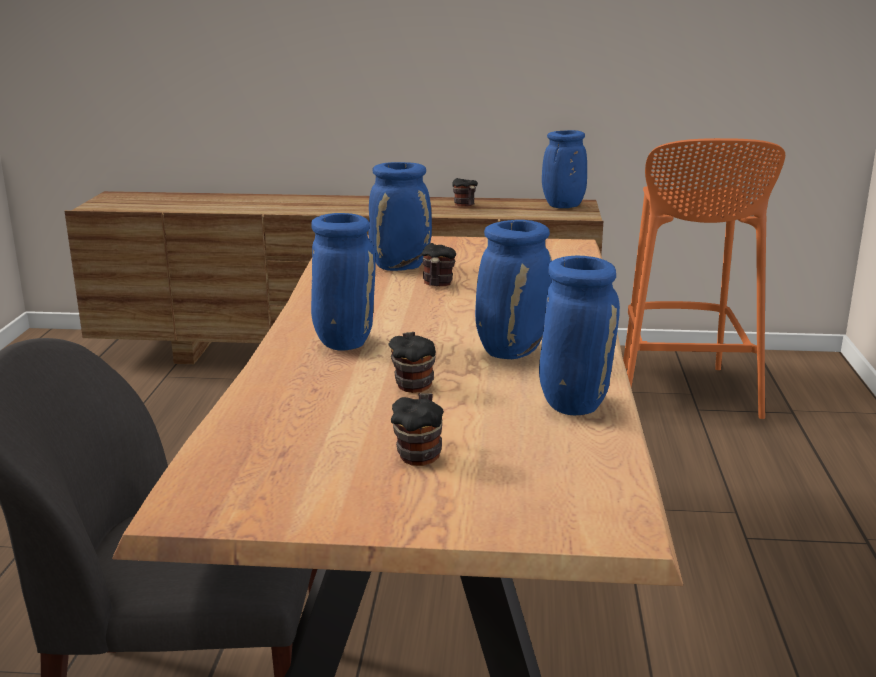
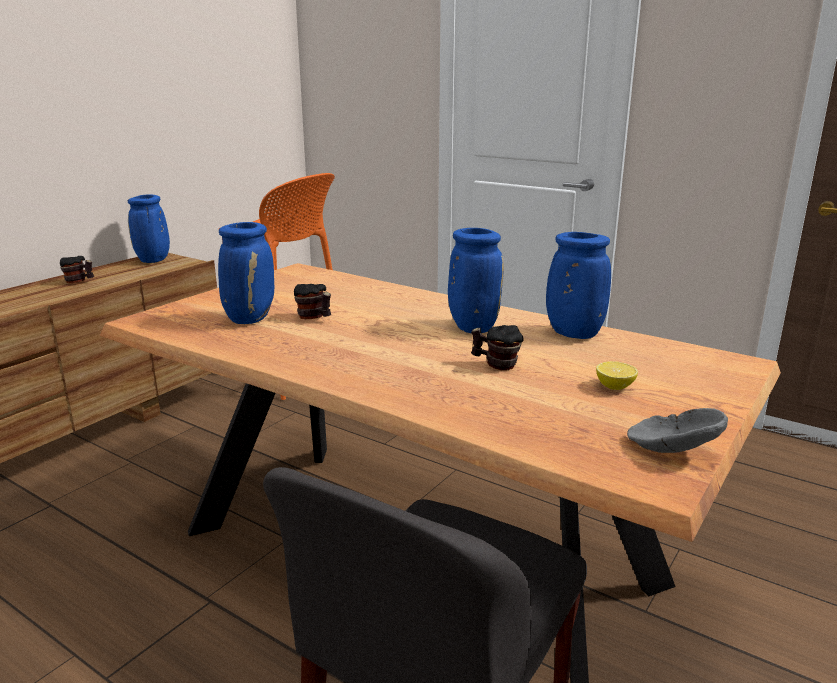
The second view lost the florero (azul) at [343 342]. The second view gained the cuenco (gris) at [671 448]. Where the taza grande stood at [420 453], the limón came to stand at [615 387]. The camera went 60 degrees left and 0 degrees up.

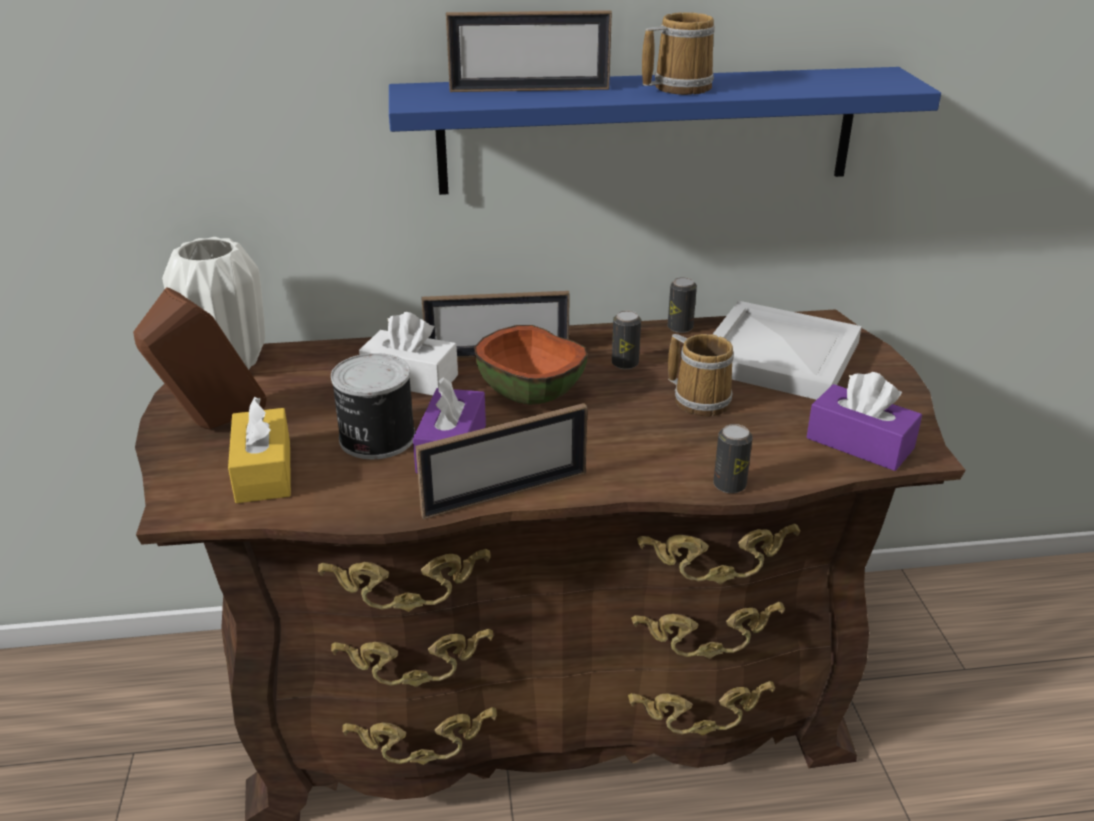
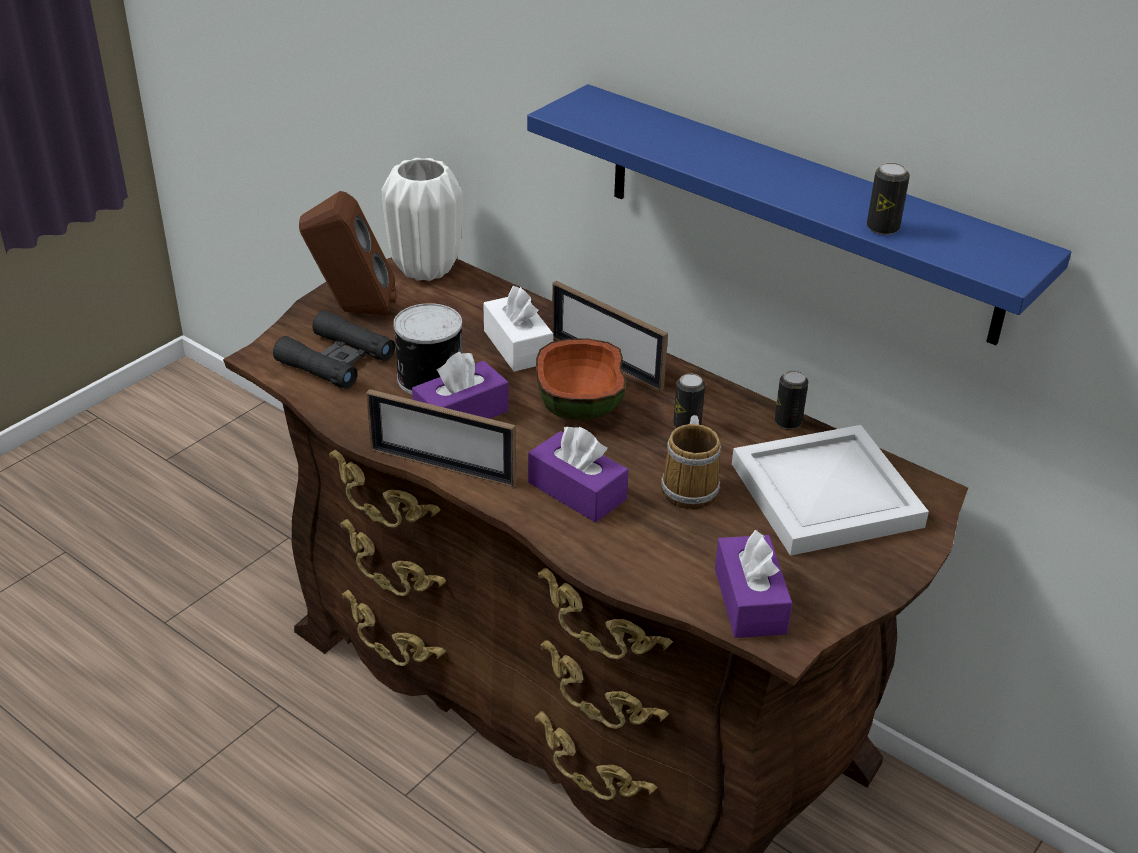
The second view lost the portarretratos at [529 90]. The second view lost the taza grande at [678 87]. The second view gained the caja de pañuelos (morado) at [577 491]. The lata ended up elsewhere, having gone from [729 485] to [882 228]. Where the caja de pañuelos (amarillo) stood at [263 471], the prismáticos (negro) came to stand at [336 360]. The camera went 45 degrees right and 5 degrees up.

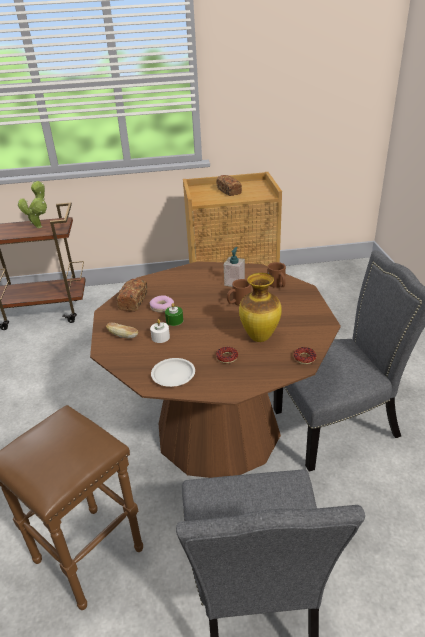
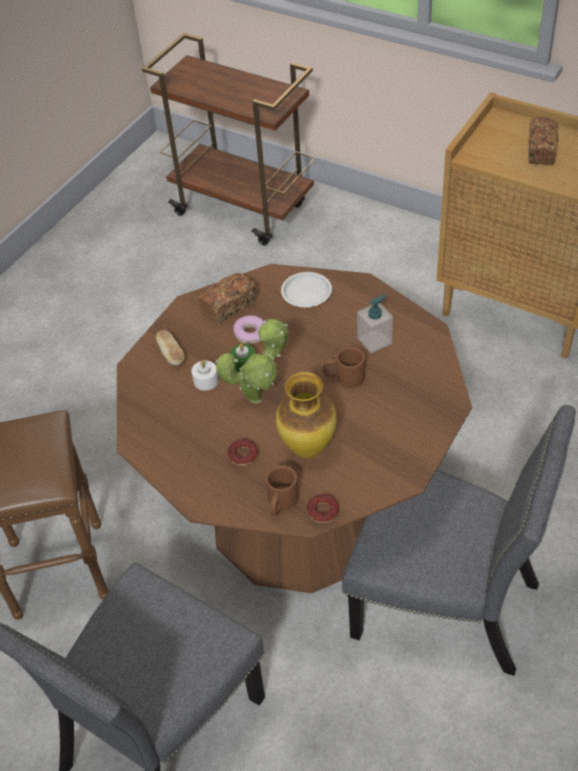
The planta en maceta ended up elsewhere, having gone from [40 226] to [259 396]. The plato (blanco) ended up elsewhere, having gone from [173 374] to [306 292]. The taza grande (marrón) ended up elsewhere, having gone from [278 285] to [281 503]. The camera went 40 degrees right and 15 degrees up.

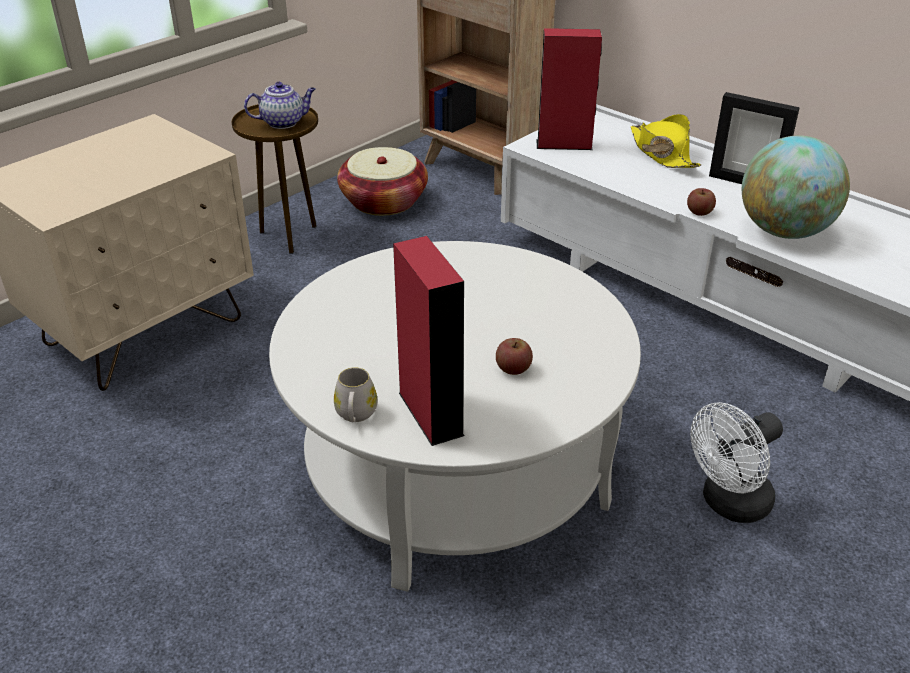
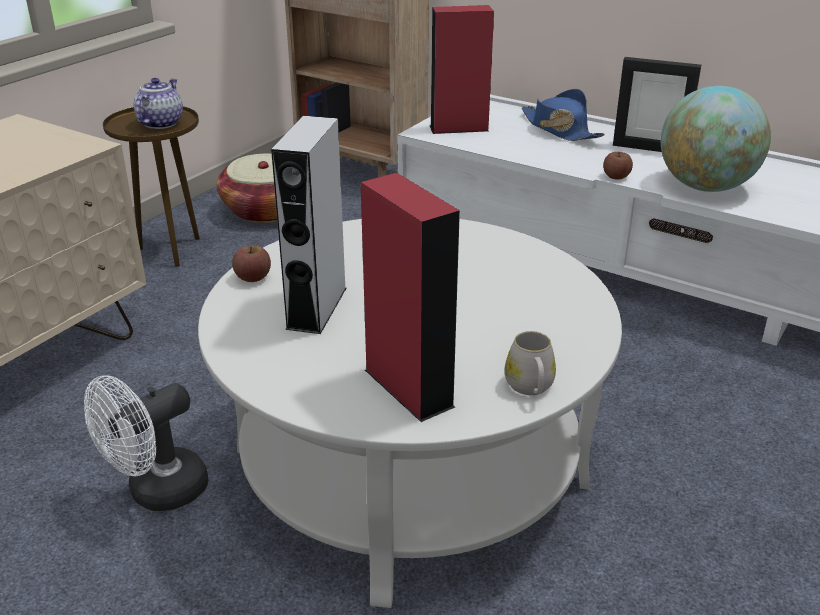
The second view gained the altavoz (gris) at [317 308]. The taza grande (blanco) ended up elsewhere, having gone from [355 415] to [530 388]. The manzana ended up elsewhere, having gone from [513 368] to [253 277]. The ventilador (blanco) ended up elsewhere, having gone from [729 504] to [157 492]. What was the sombrero (amarillo) at [662 153] turned into the sombrero (azul) at [559 129]. The tetera at [283 122] ended up facing another way, 45 degrees counterclockwise from before. The camera went 10 degrees left and 5 degrees down.

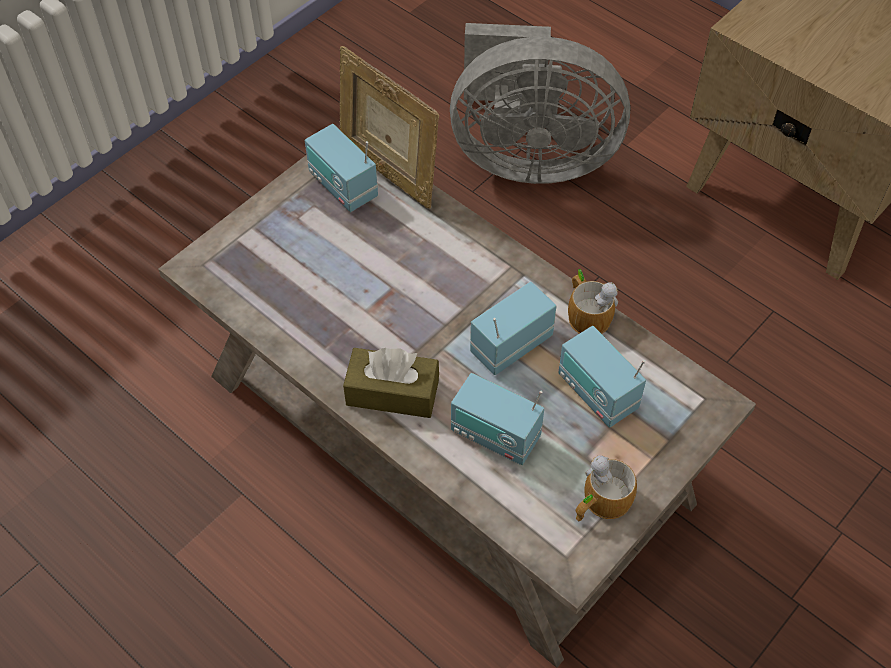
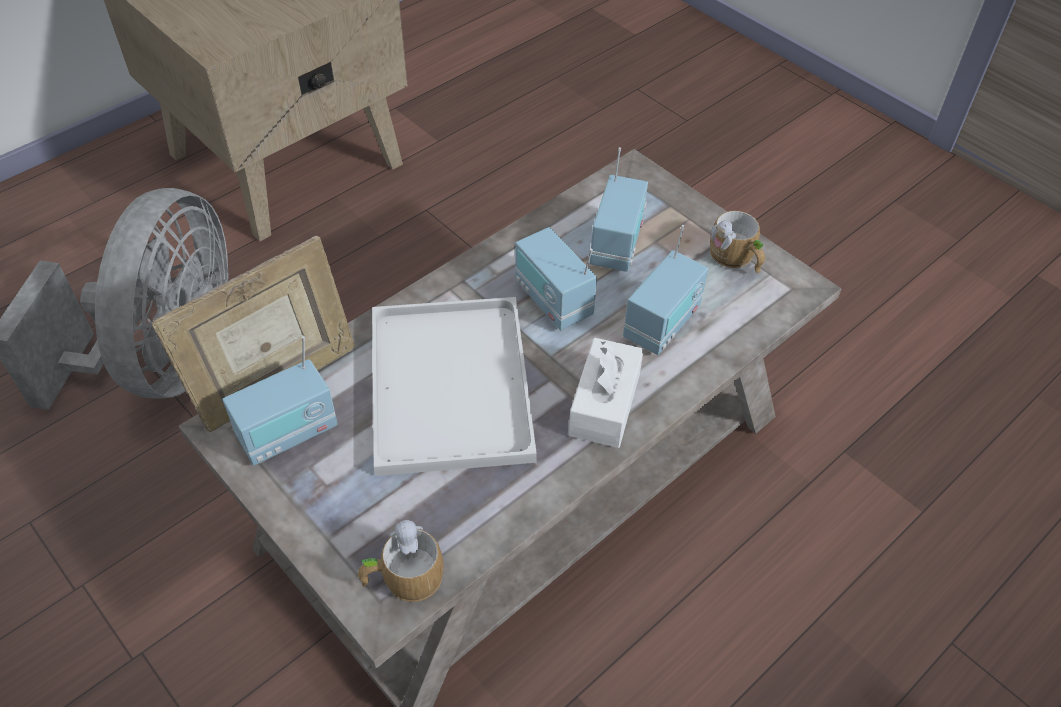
The second view gained the bandeja (blanco) at [453 388]. The taza grande ended up elsewhere, having gone from [587 312] to [402 577]. What was the caja de pañuelos (marrón) at [392 392] turned into the caja de pañuelos (blanco) at [604 404]. The radio at [596 393] ended up facing another way, 45 degrees counterclockwise from before. The camera went 85 degrees left and 5 degrees down.

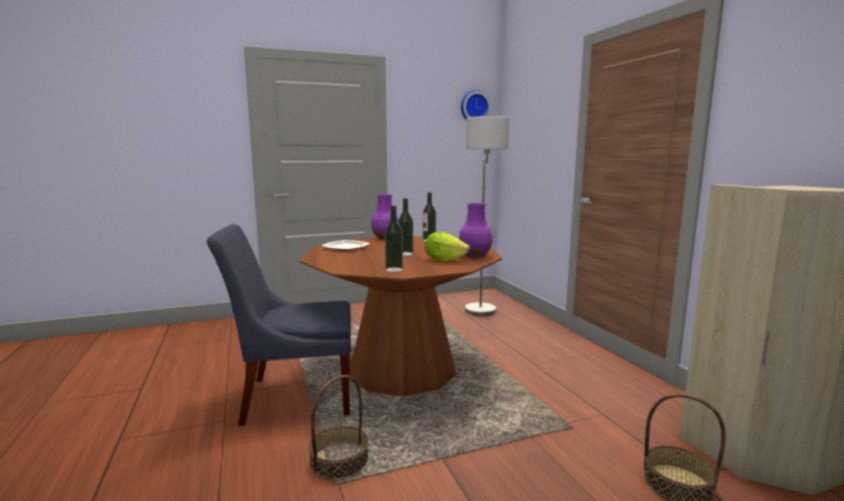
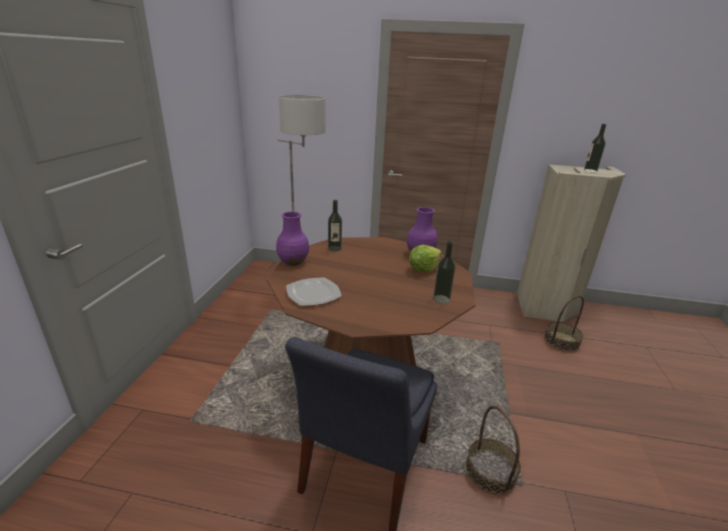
The second view lost the reloj de pared at [474 107]. The botella ended up elsewhere, having gone from [405 254] to [590 170]. The camera went 60 degrees left and 15 degrees up.

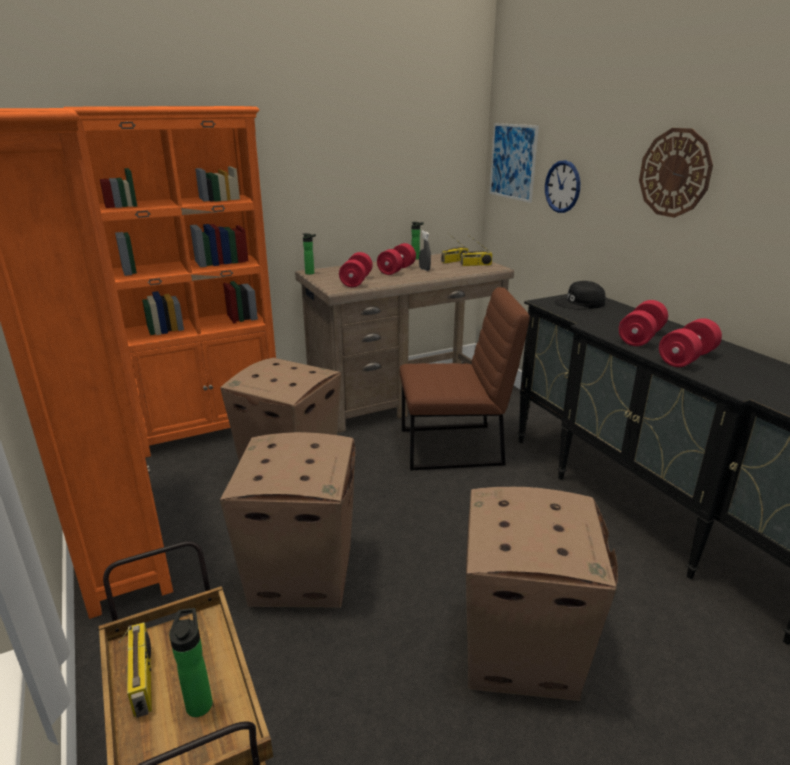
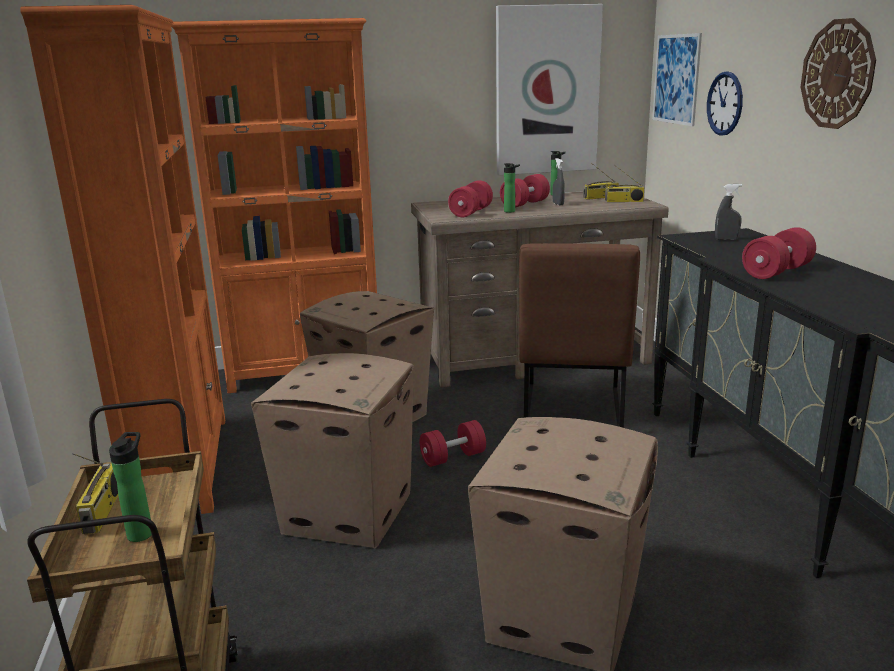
The second view gained the cuadro at [546 91]. The botella ended up elsewhere, having gone from [311 273] to [511 211]. The mancuerna (rojo) ended up elsewhere, having gone from [686 358] to [453 457]. Where the gorra (negro) stood at [580 303], the pulverizador (gris) came to stand at [726 239]. The silla (marrón) at [454 447] ended up facing another way, 90 degrees clockwise from before. The camera went 15 degrees right and 5 degrees down.

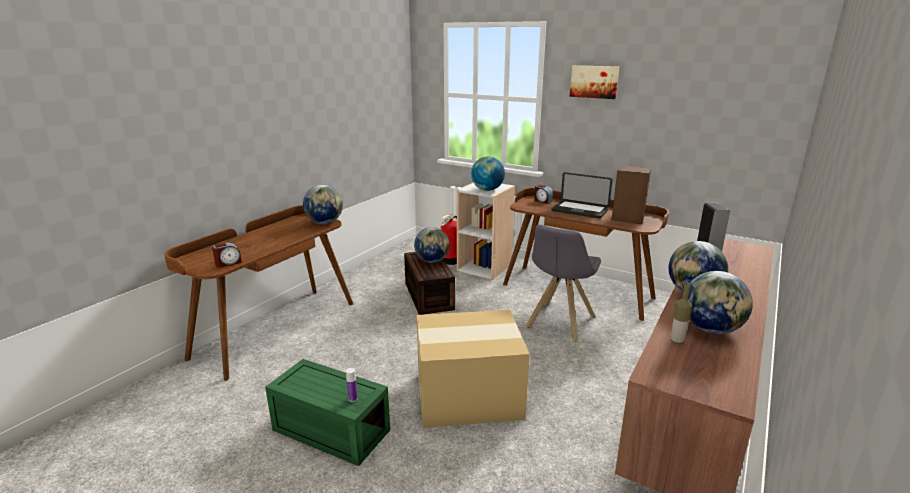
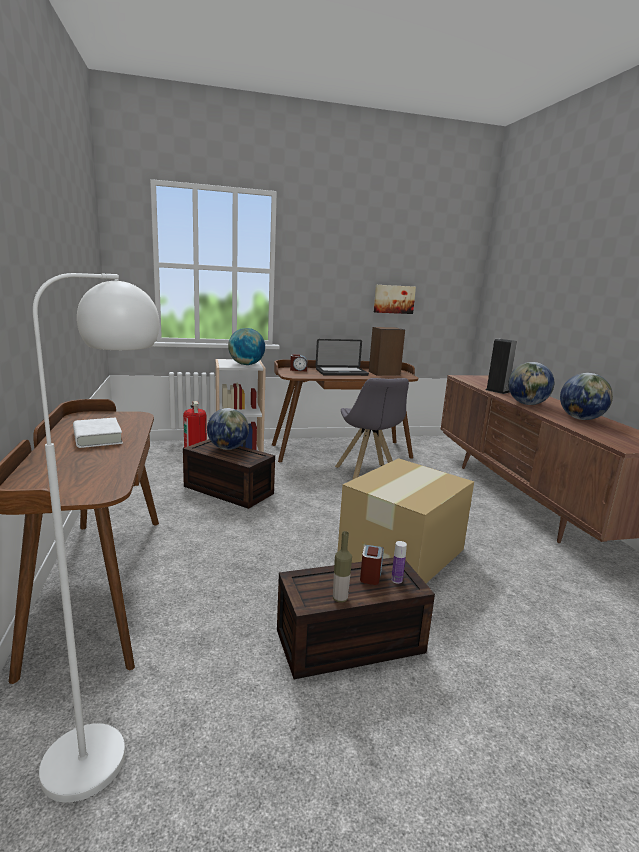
The second view lost the globo terráqueo at [325 223]. The second view gained the lámpara de pie (blanco) at [108 749]. The second view gained the libro (blanco) at [97 438]. The despertador ended up elsewhere, having gone from [228 263] to [371 574]. The cuadro ended up elsewhere, having gone from [594 81] to [394 299]. The botella ended up elsewhere, having gone from [677 341] to [340 598]. What was the caja de almacenaje (verde) at [328 430] turned into the caja de almacenaje (marrón) at [348 643]. The camera went 45 degrees left and 5 degrees down.

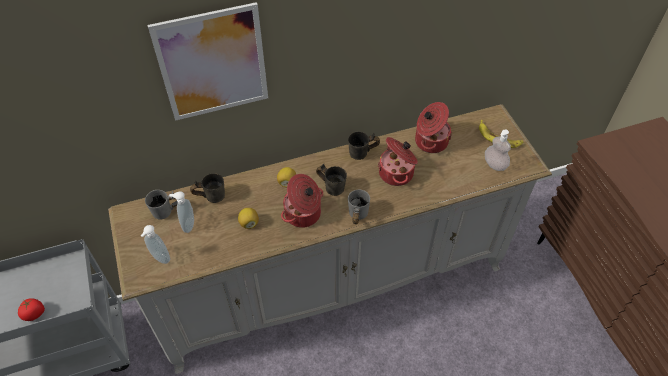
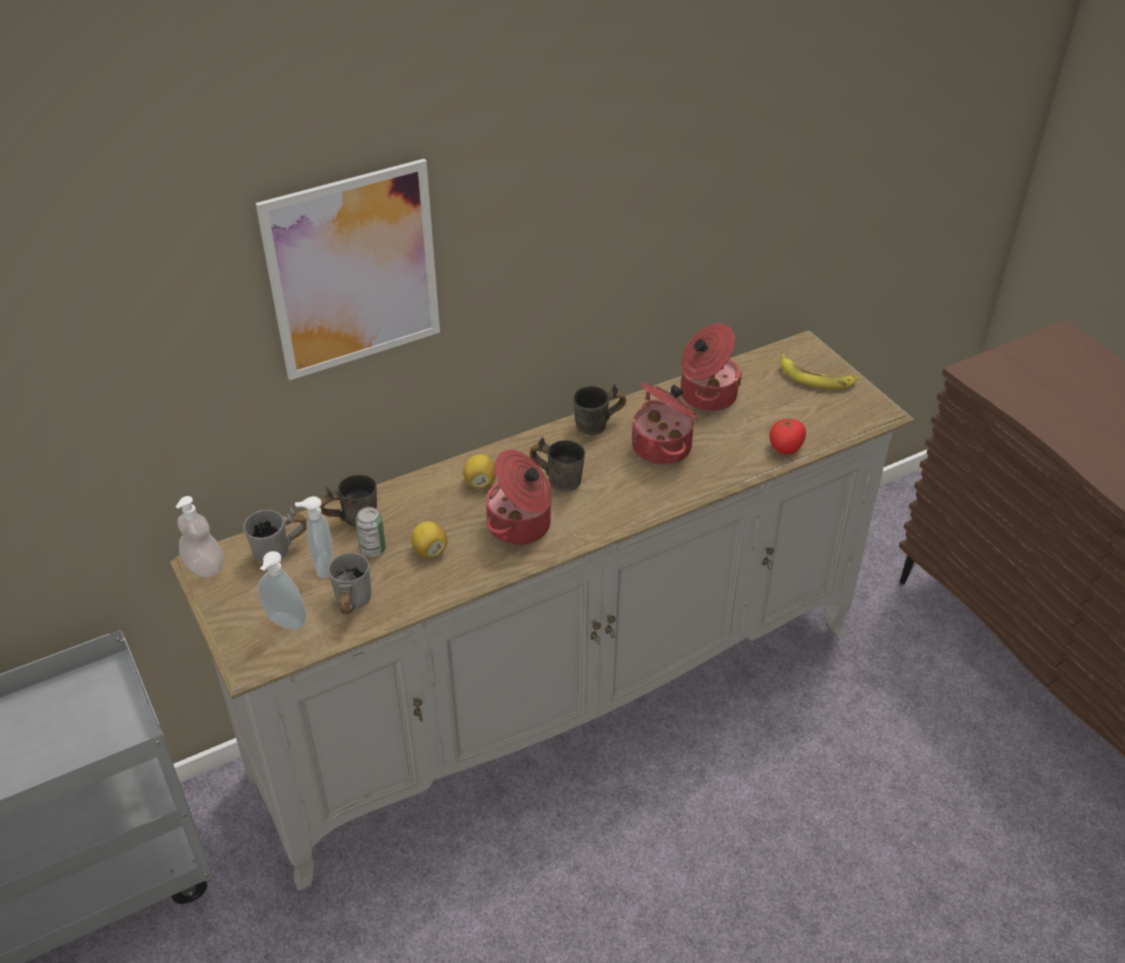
The second view gained the lata at [373 549]. The tomate ended up elsewhere, having gone from [34 313] to [785 448]. The taza grande (gris) ended up elsewhere, having gone from [355 216] to [348 605]. The dispensador de jabón ended up elsewhere, having gone from [495 164] to [205 567]. The camera went 10 degrees left and 10 degrees down.

